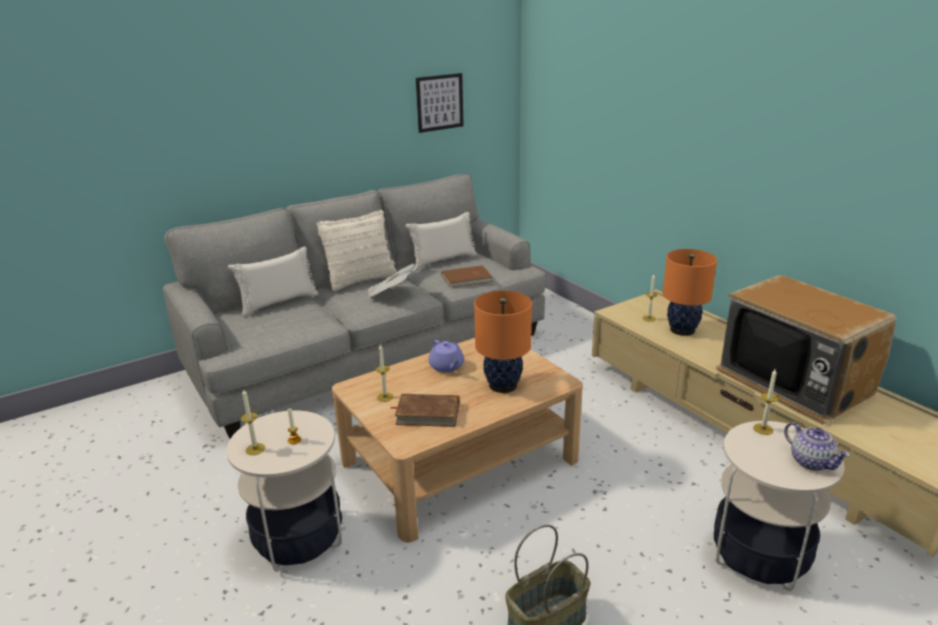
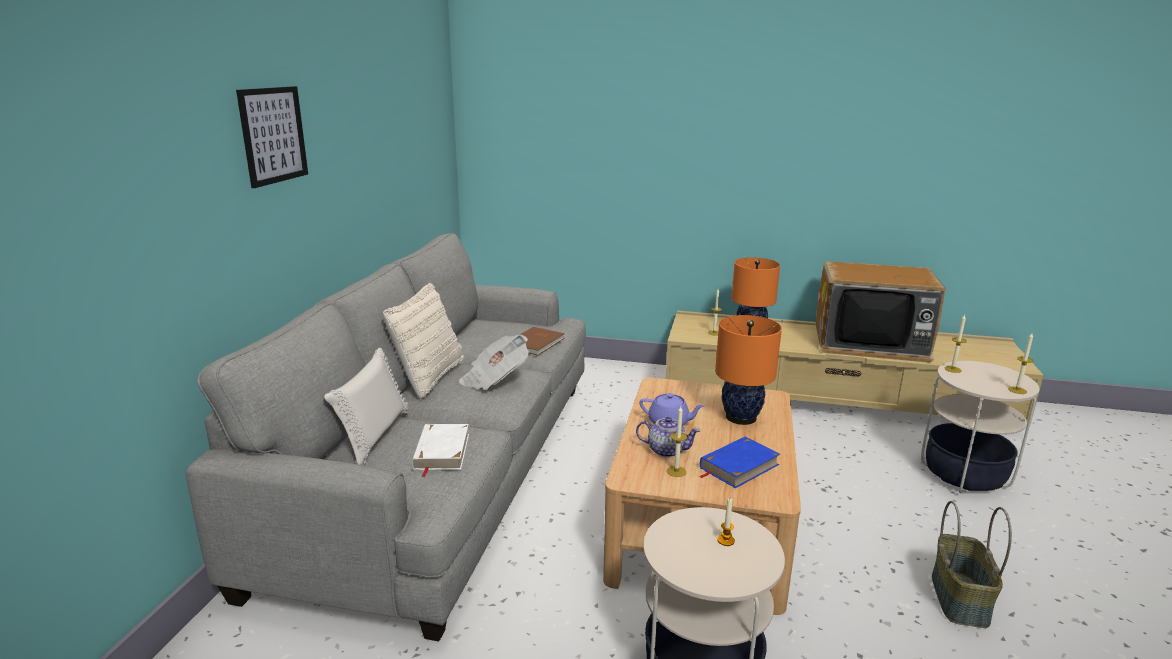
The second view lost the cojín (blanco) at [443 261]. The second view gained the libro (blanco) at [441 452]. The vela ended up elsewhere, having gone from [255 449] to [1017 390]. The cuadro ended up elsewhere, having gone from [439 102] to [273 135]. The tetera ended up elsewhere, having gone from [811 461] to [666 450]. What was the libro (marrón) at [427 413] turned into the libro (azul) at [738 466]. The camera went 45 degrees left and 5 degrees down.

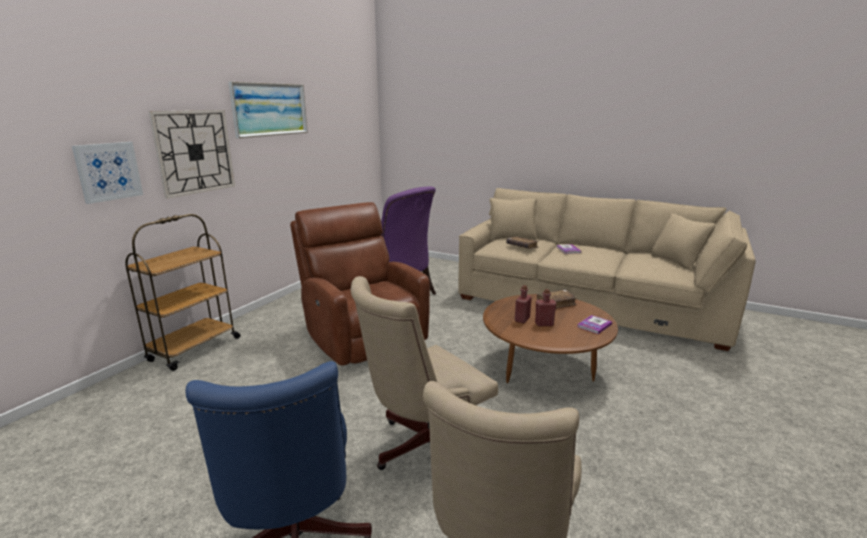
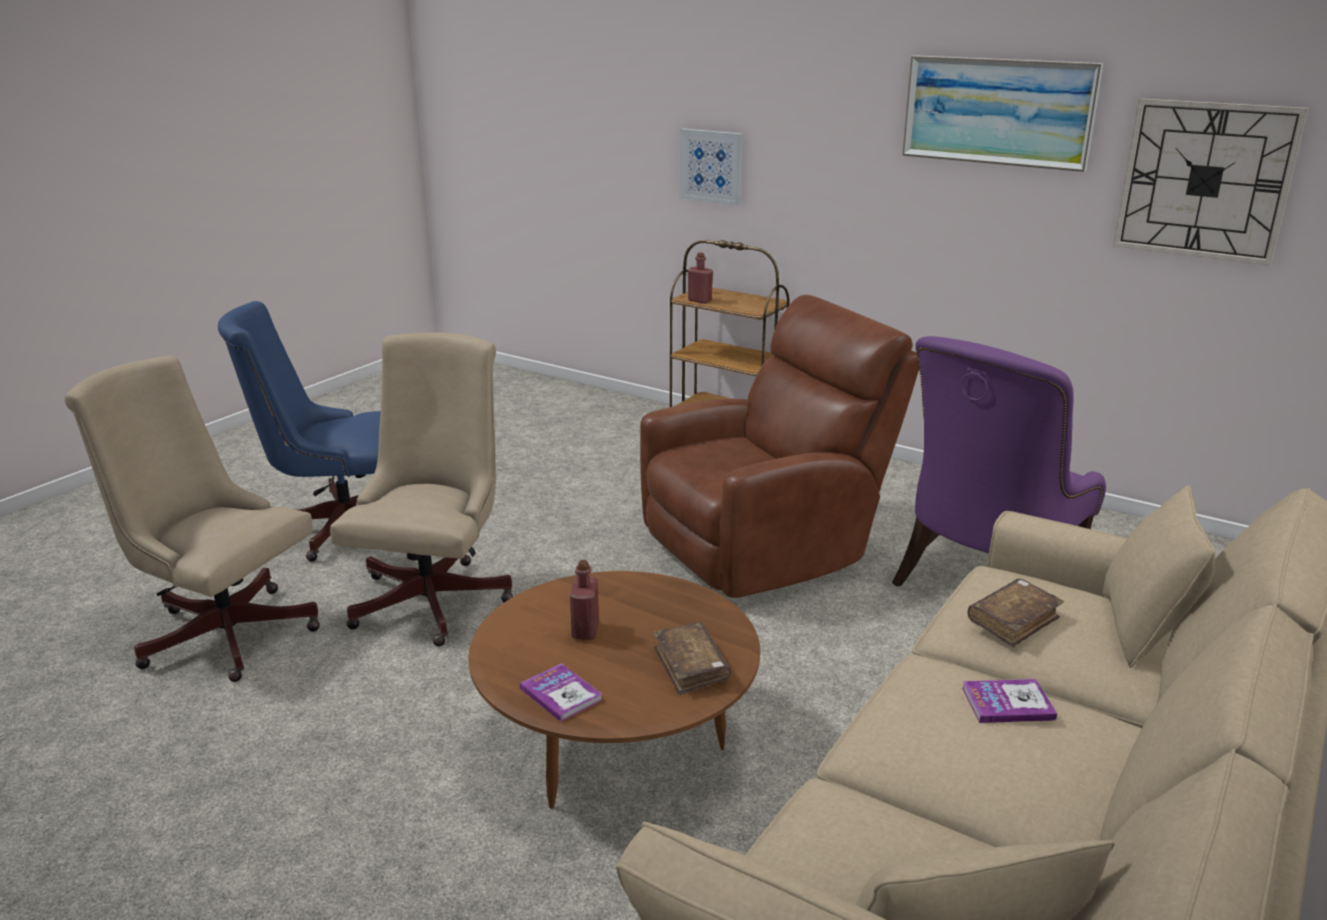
The reloj de pared ended up elsewhere, having gone from [194 152] to [1205 180]. The botella (rojo) ended up elsewhere, having gone from [522 319] to [699 301]. The silla de oficina (beis) at [424 449] ended up facing another way, 45 degrees clockwise from before. The camera went 95 degrees right and 5 degrees up.

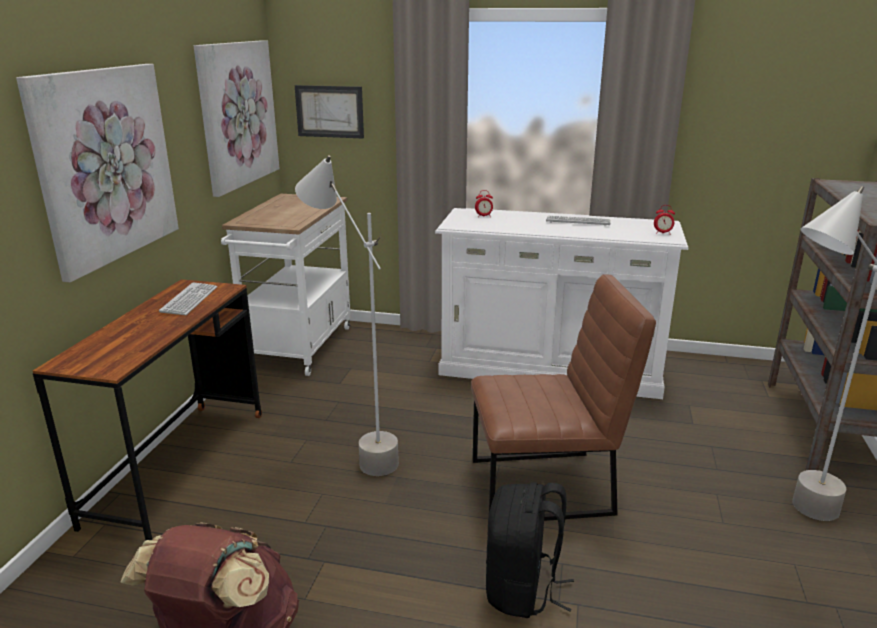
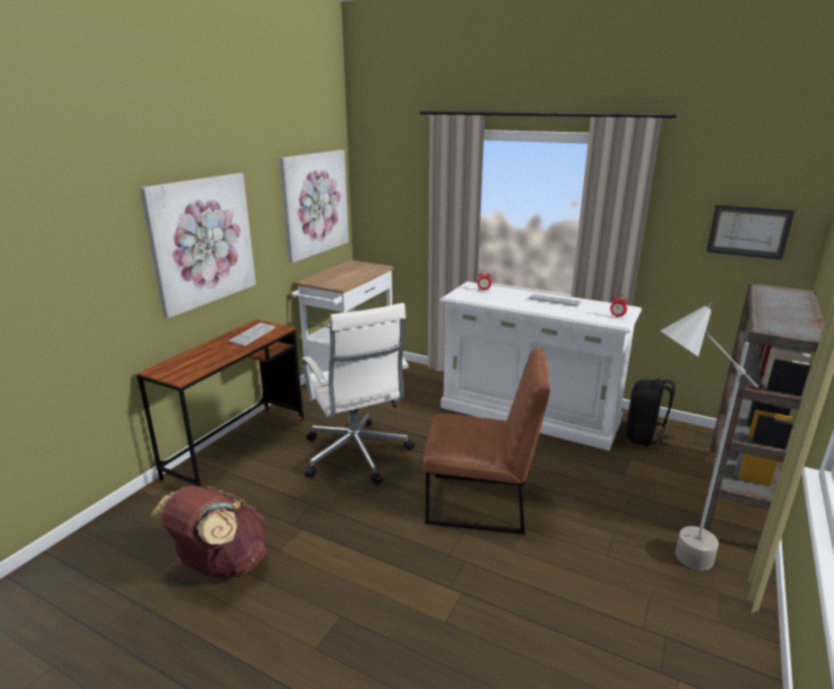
The cuadro ended up elsewhere, having gone from [329 111] to [748 231]. The mochila (negro) ended up elsewhere, having gone from [523 590] to [645 437]. Where the lámpara de pie (gris) stood at [356 451], the silla de oficina (blanco) came to stand at [356 456]. The camera went 15 degrees right and 0 degrees up.

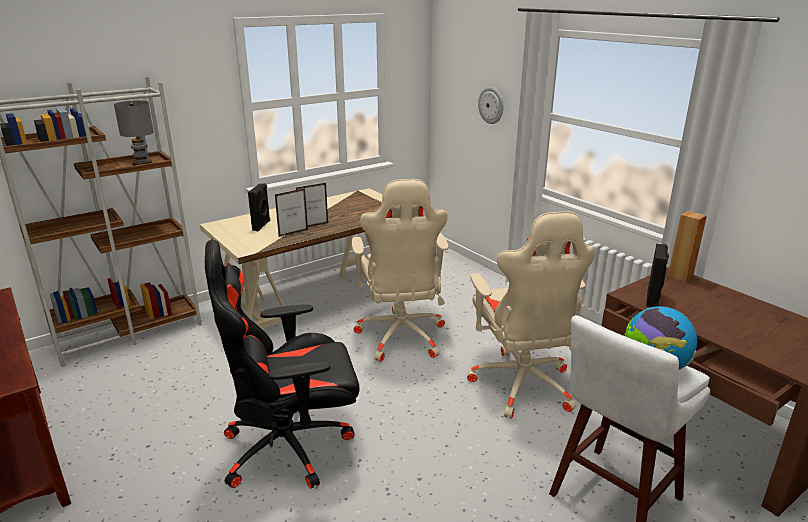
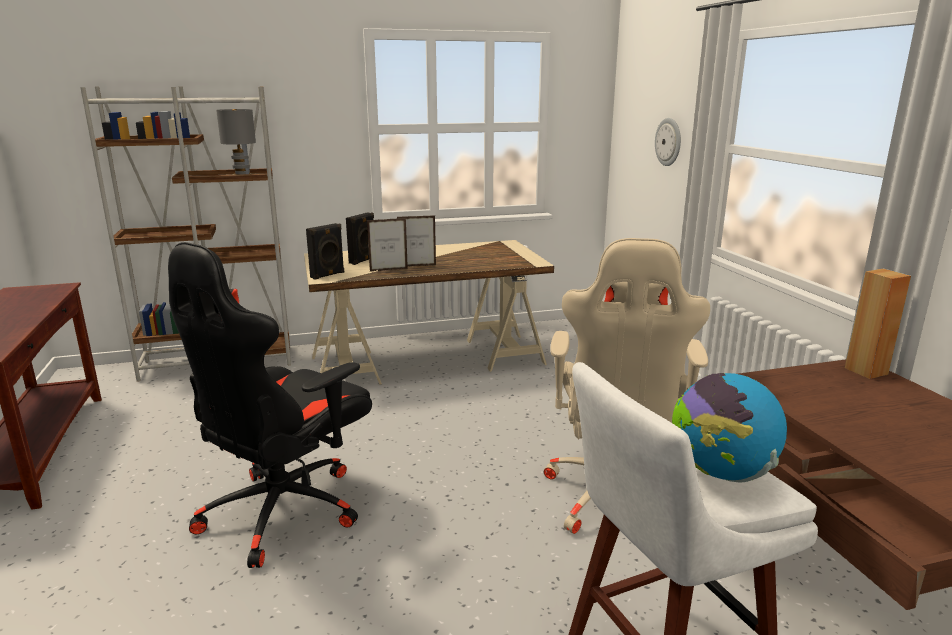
The second view lost the silla de oficina (beis) at [400 332]. The altavoz (negro) ended up elsewhere, having gone from [653 299] to [328 275]. The silla de oficina (negro) at [296 447] ended up facing another way, 60 degrees counterclockwise from before. The camera went 20 degrees right and 5 degrees down.

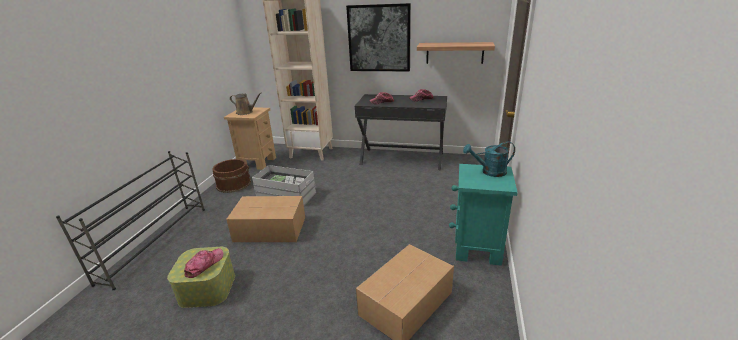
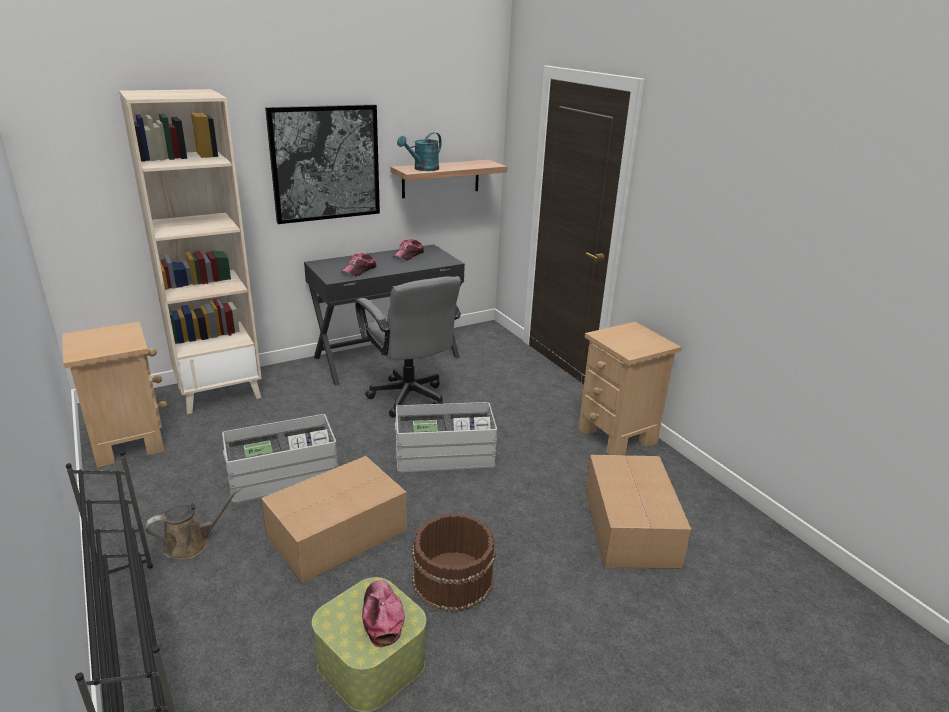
The second view gained the silla de oficina (gris) at [410 399]. The second view gained the caja de almacenaje (gris) at [444 453]. The cubo (marrón) ended up elsewhere, having gone from [234 184] to [452 579]. The regadera (marrón) ended up elsewhere, having gone from [246 112] to [191 544]. The regadera (turquesa) ended up elsewhere, having gone from [489 172] to [423 169]. What was the mesita de noche (turquesa) at [476 249] turned into the mesita de noche (beis) at [616 437]. The camera went 45 degrees left and 0 degrees up.

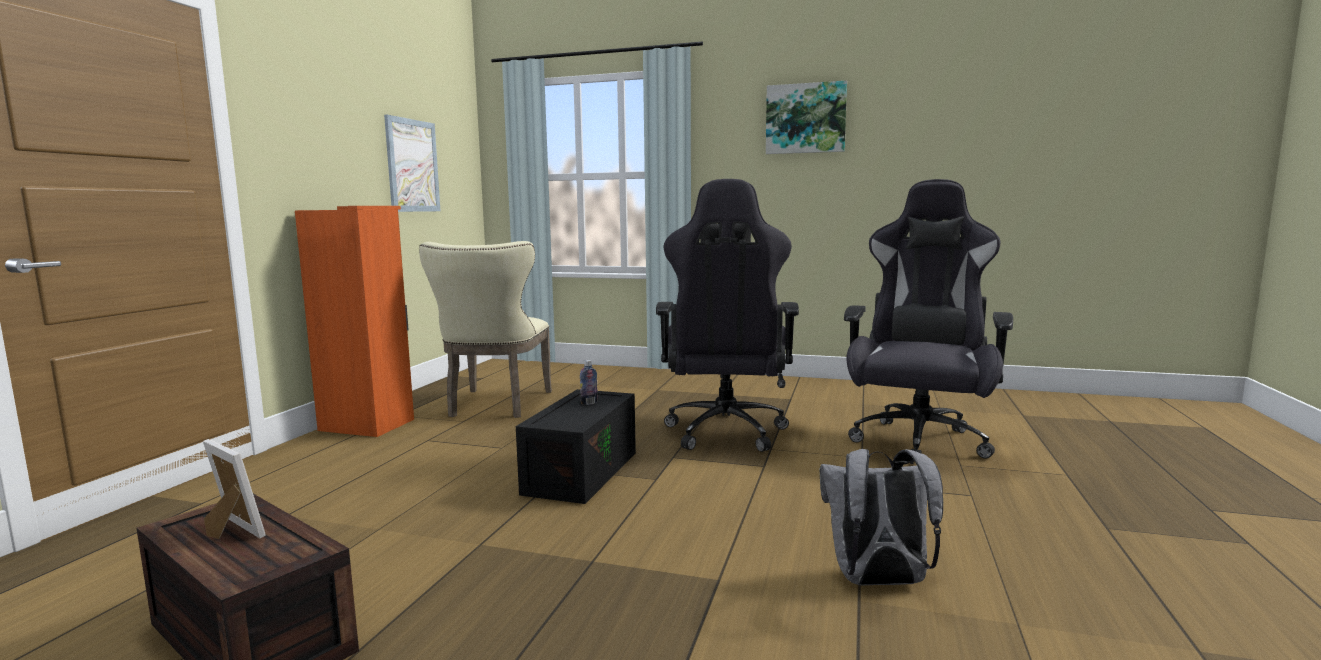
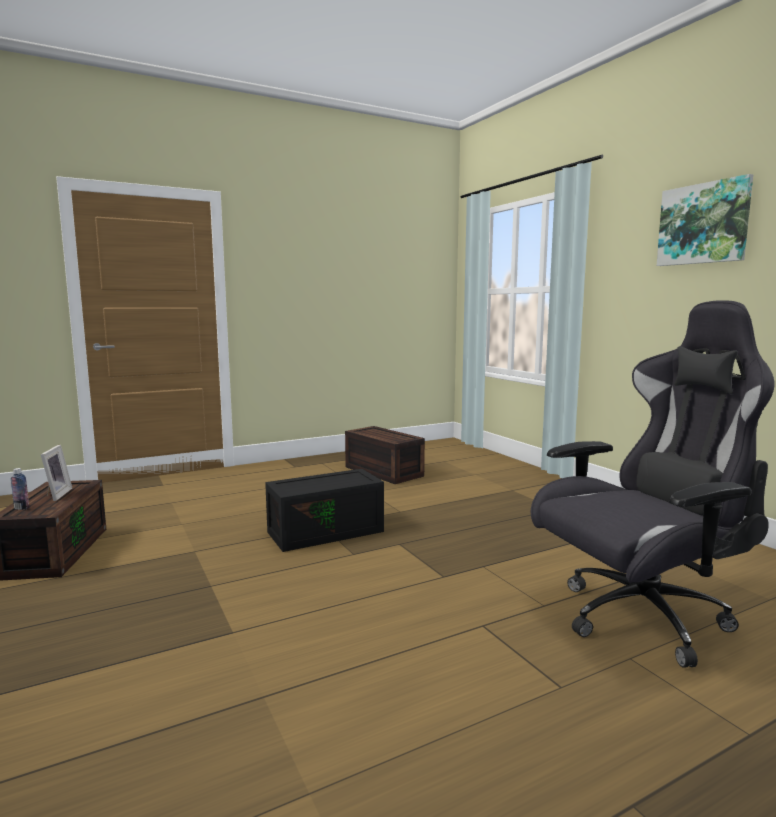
The second view lost the armario (naranja) at [374 421]. The second view lost the cuadro at [412 166]. The second view lost the silla de oficina (negro) at [725 430]. The second view lost the mochila (gris) at [877 581]. The botella ended up elsewhere, having gone from [589 403] to [21 508]. Where the silla (beis) stood at [496 405], the caja de almacenaje (marrón) came to stand at [382 471]. The camera went 45 degrees right and 0 degrees up.

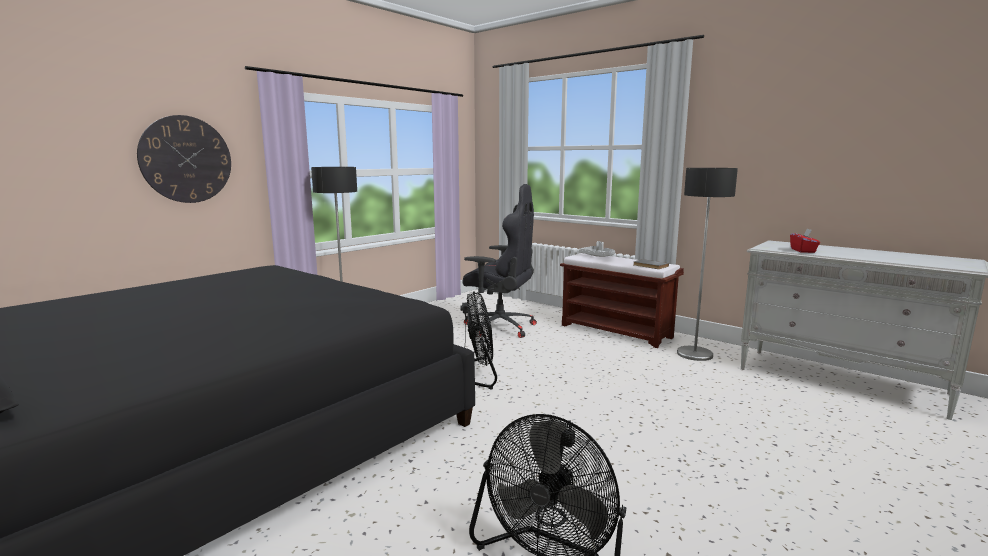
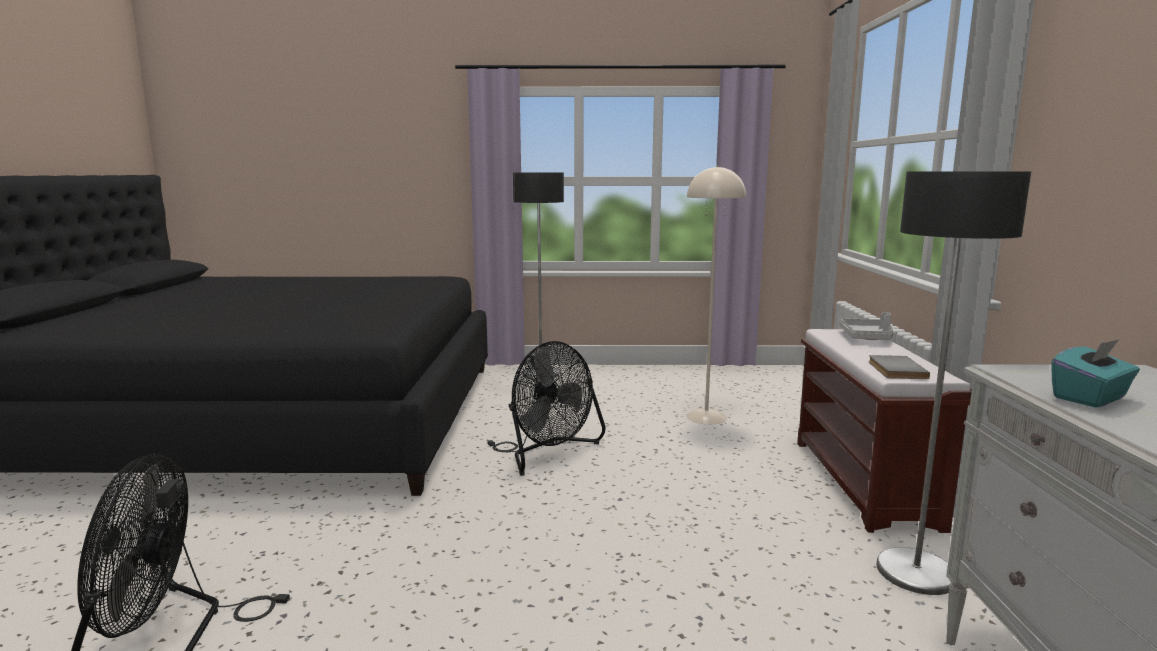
The second view lost the reloj de pared at [186 159]. Where the silla de oficina (negro) stood at [499 327], the lámpara de pie (beis) came to stand at [706 417]. What was the caja de pañuelos (rojo) at [803 251] turned into the caja de pañuelos (turquesa) at [1090 398]. The camera went 50 degrees right and 0 degrees up.

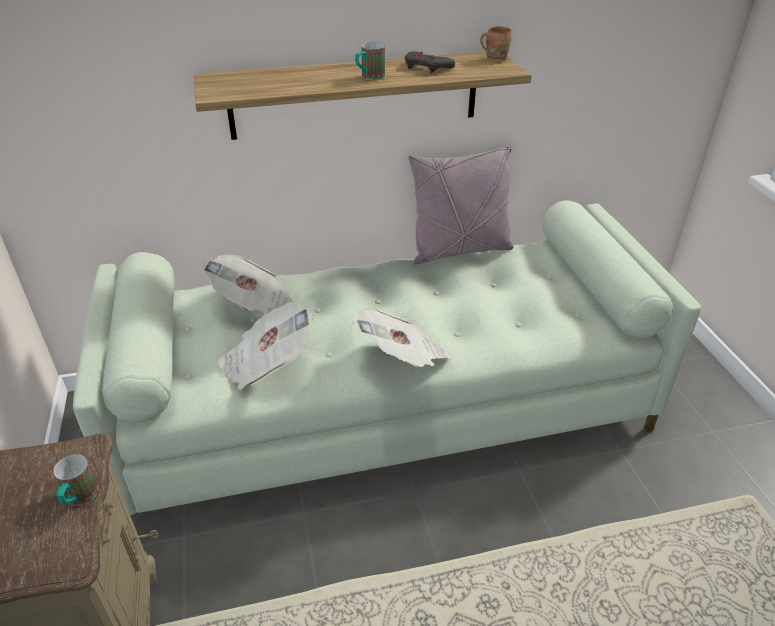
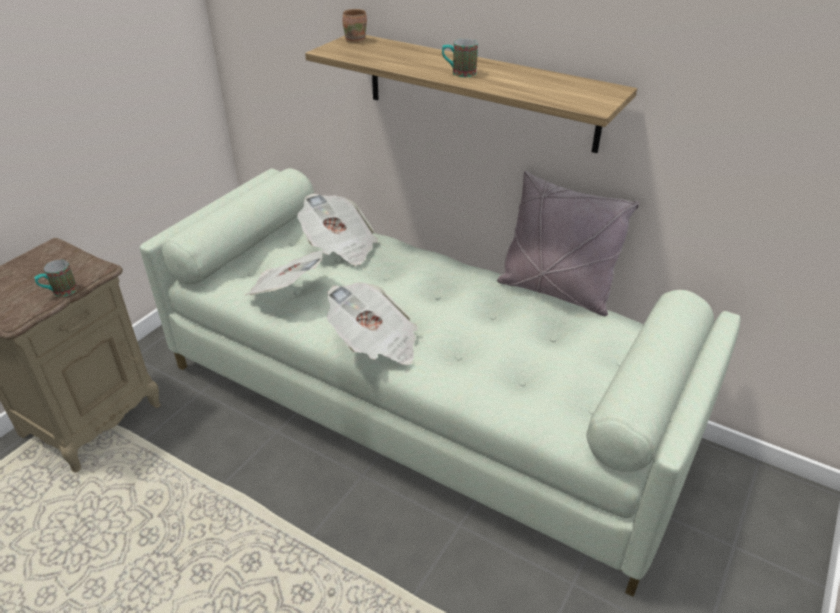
The second view lost the mando de consola (gris) at [427 67]. The taza grande (marrón) ended up elsewhere, having gone from [495 58] to [355 40]. The camera went 45 degrees right and 0 degrees up.

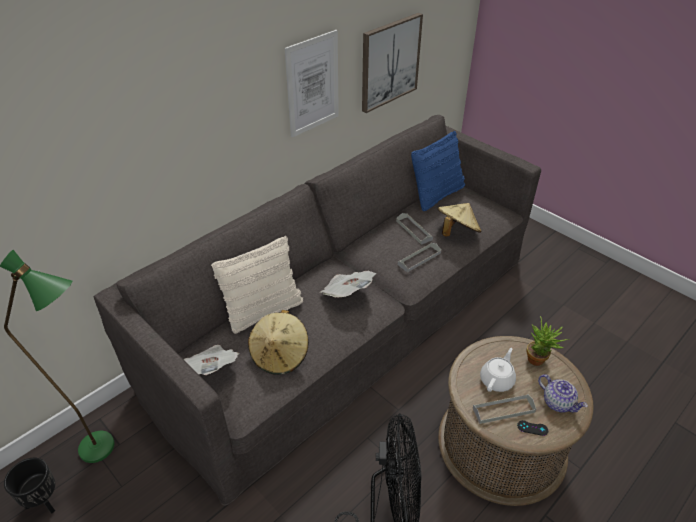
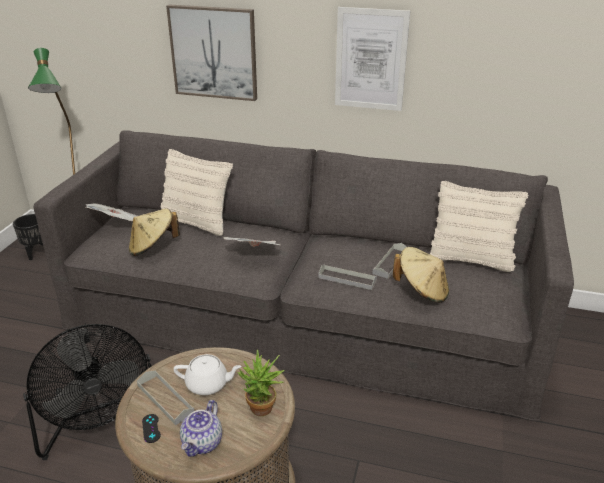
The cuadro ended up elsewhere, having gone from [389 62] to [214 52]. What was the cojín (azul) at [436 196] turned into the cojín (beis) at [471 260]. The camera went 60 degrees right and 10 degrees down.

